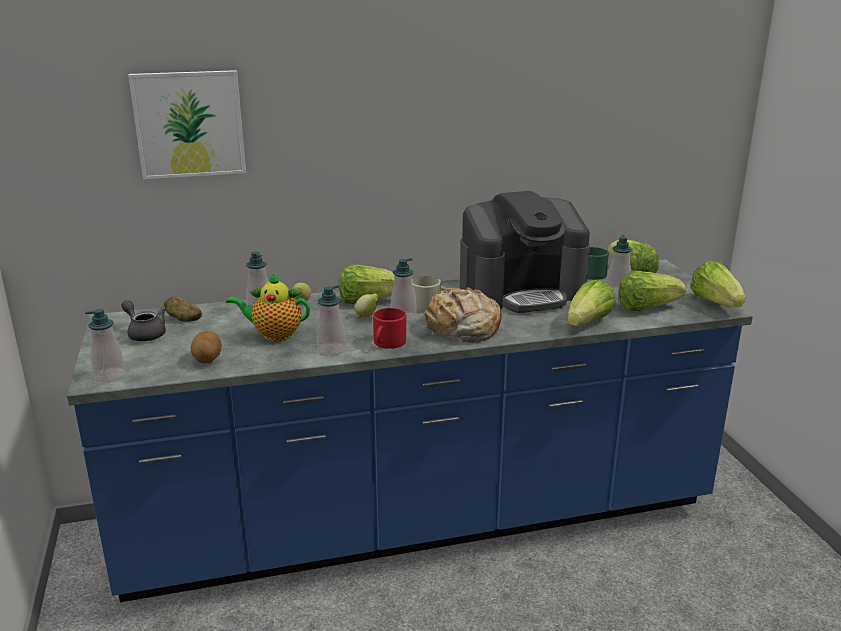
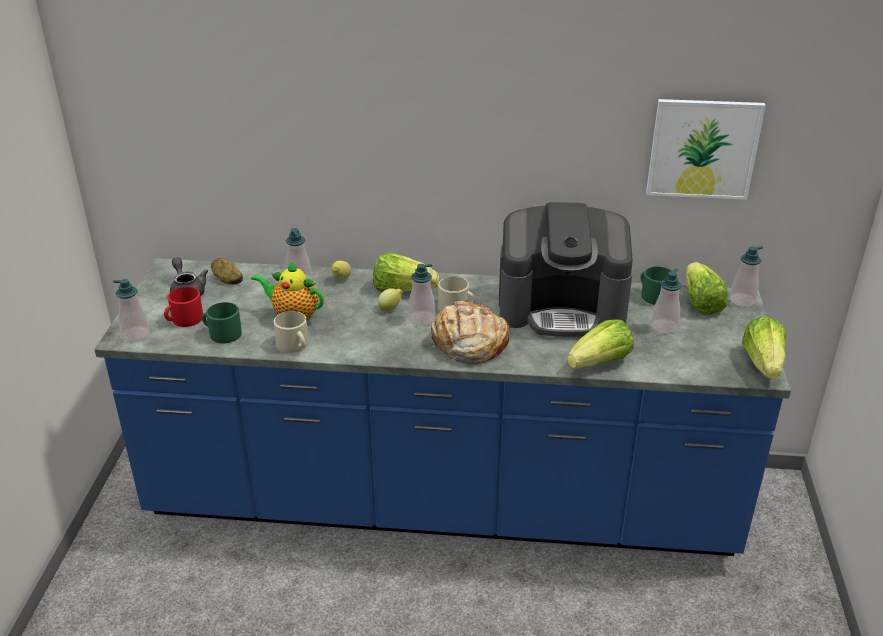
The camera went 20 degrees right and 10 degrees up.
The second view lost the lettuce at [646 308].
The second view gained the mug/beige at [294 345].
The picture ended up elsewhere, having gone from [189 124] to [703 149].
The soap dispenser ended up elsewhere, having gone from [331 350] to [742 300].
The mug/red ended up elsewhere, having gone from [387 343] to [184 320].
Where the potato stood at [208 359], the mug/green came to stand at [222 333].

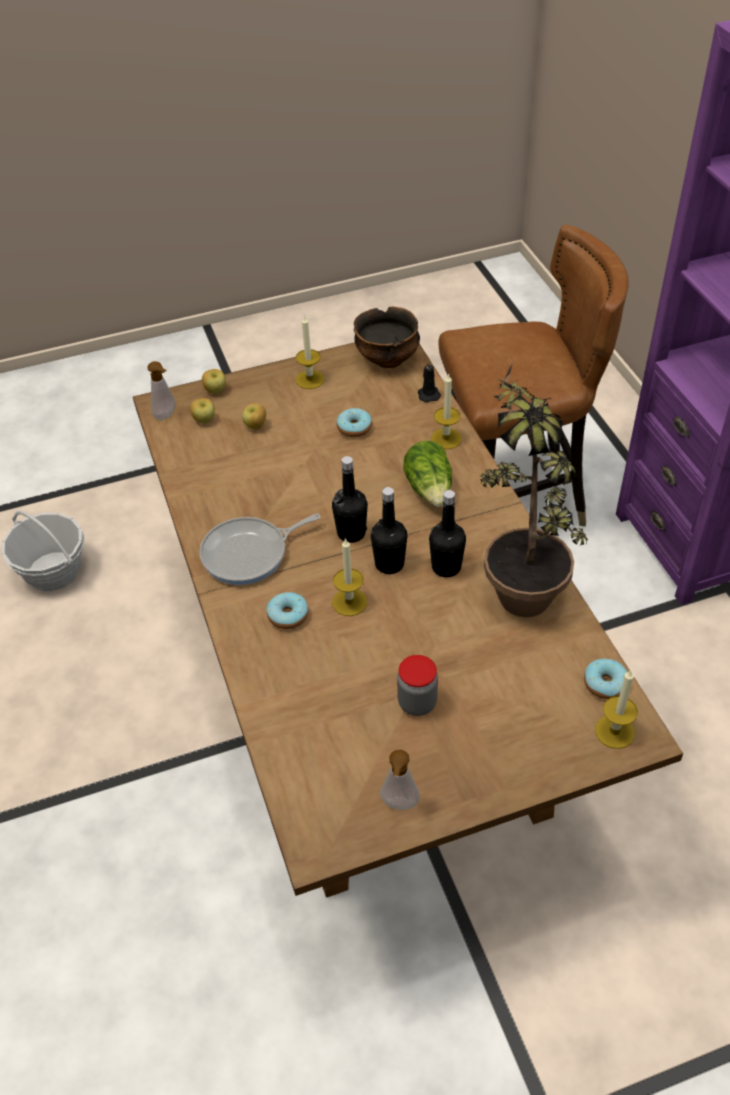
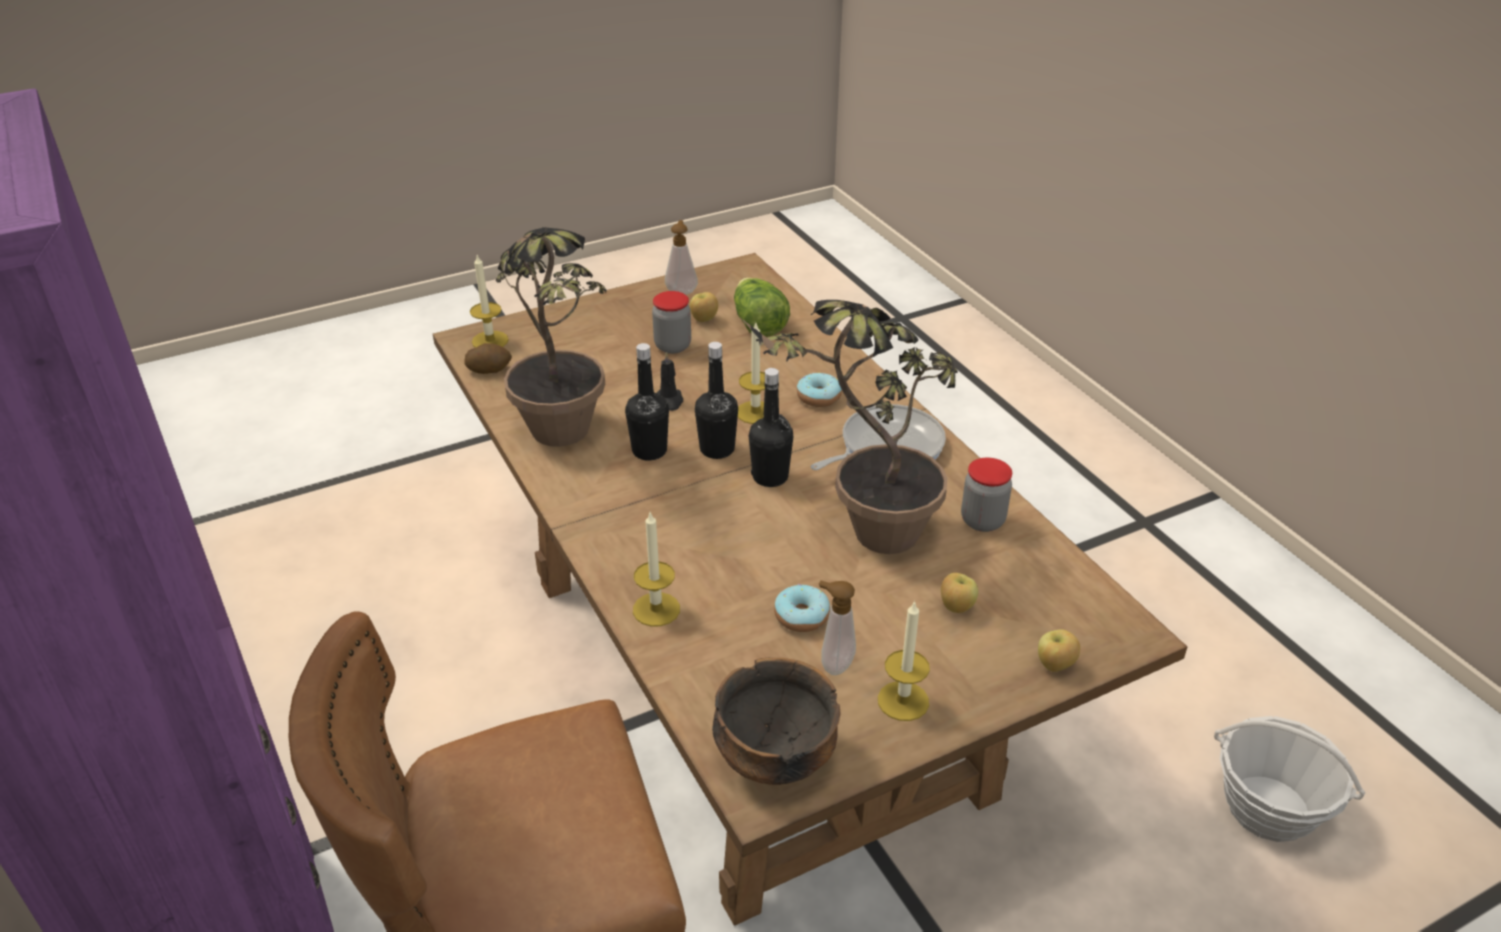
The camera went 170 degrees right and 10 degrees down.
The second view gained the potted plant at [862 536].
The second view gained the jar at [982 521].
The soap dispenser ended up elsewhere, having gone from [167 416] to [834 664].
The apple ended up elsewhere, having gone from [204 420] to [704 319].
The lettuce ended up elsewhere, having gone from [430 489] to [758 323].
The candle/black ended up elsewhere, having gone from [428 394] to [669 401].
Where the donut stood at [605 684], the potato came to stand at [489 369].

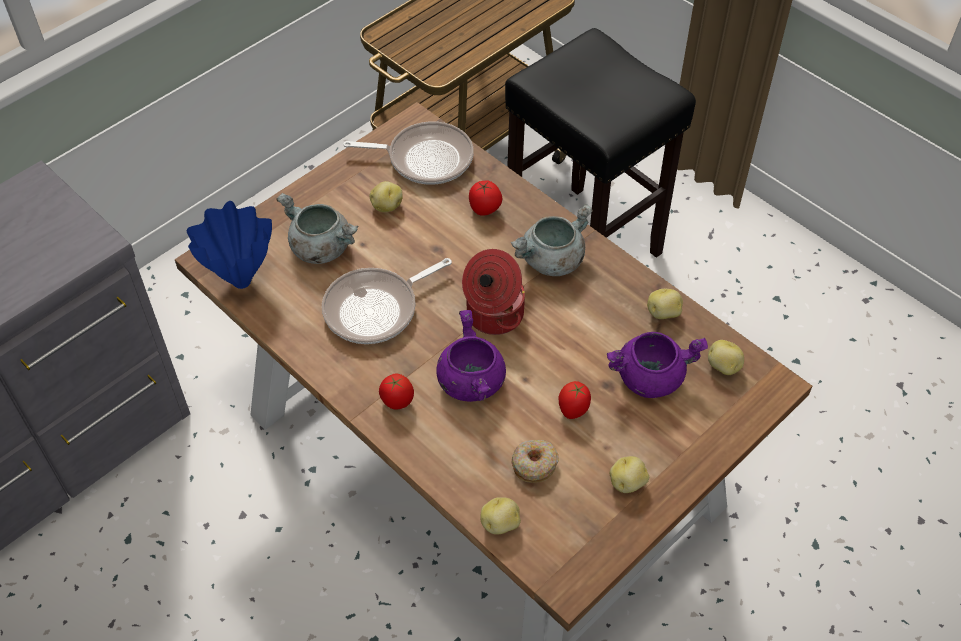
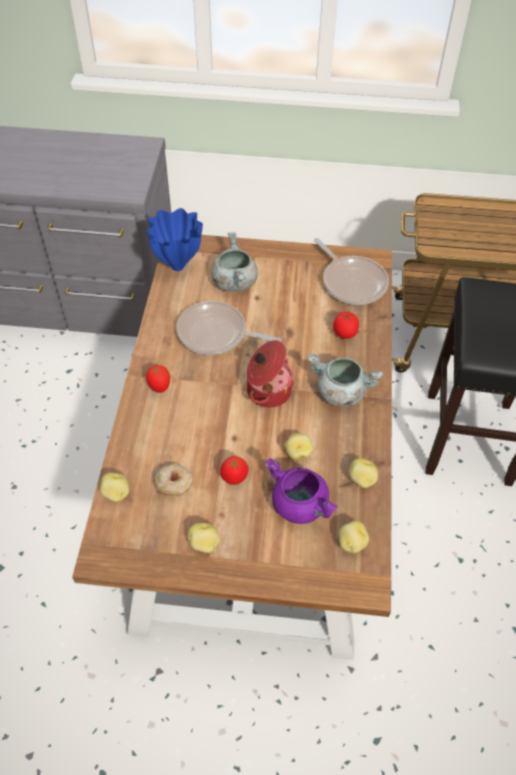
The camera went 50 degrees right and 0 degrees up.
The second view lost the cooking pot/purple at [470 382].
The potato ended up elsewhere, having gone from [386 206] to [298 452].

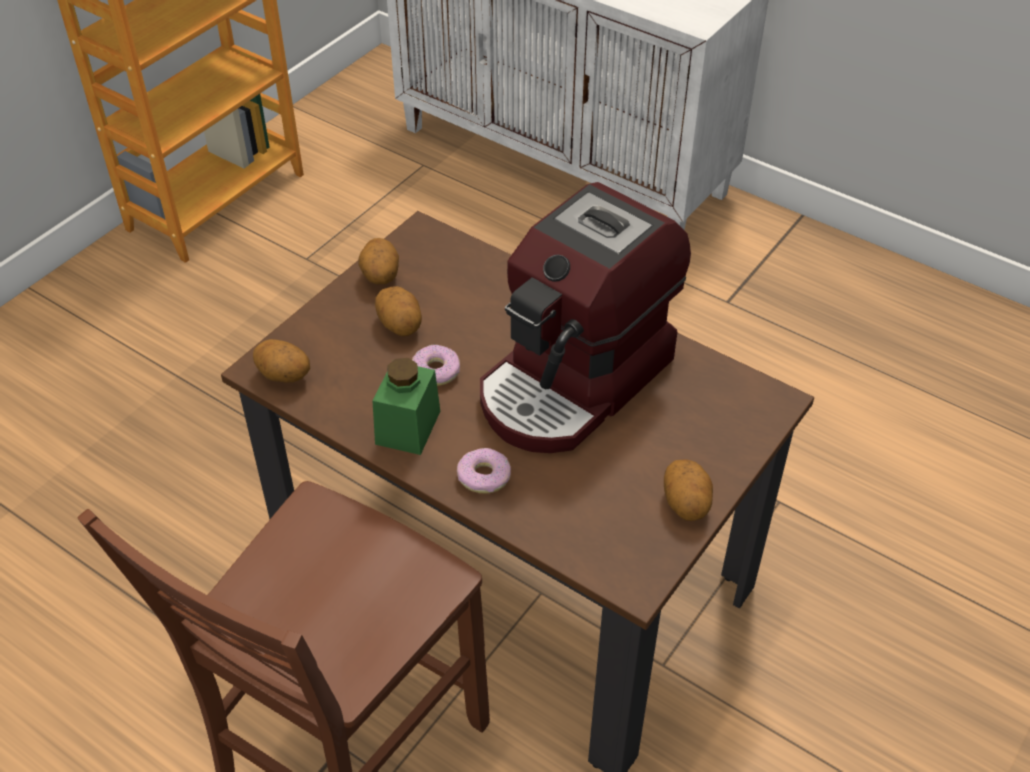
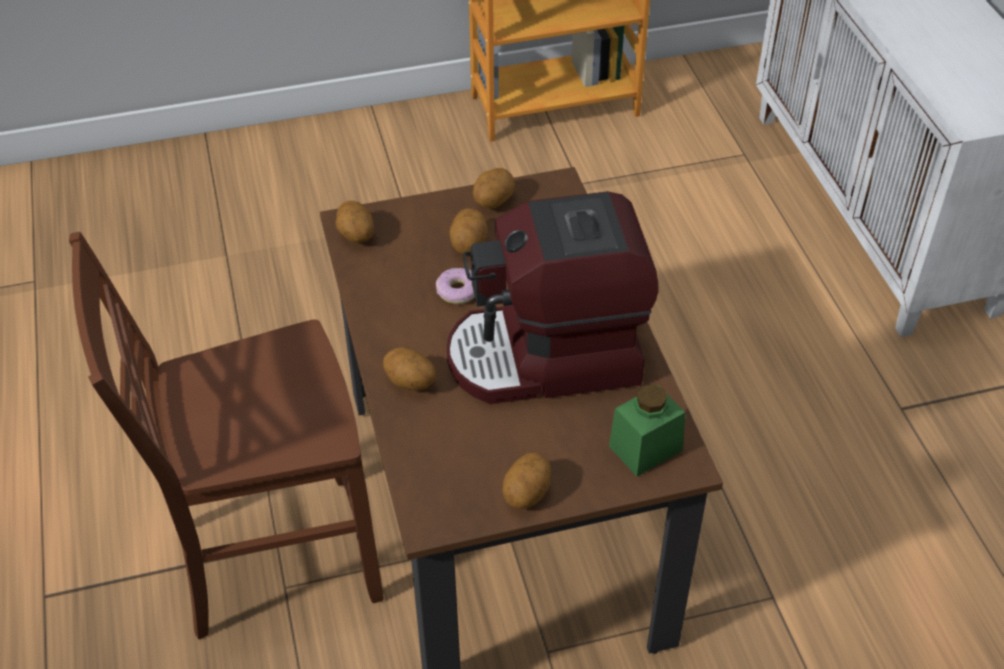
The camera went 40 degrees right and 0 degrees up.
The jar/green ended up elsewhere, having gone from [408 427] to [645 448].
Where the donut stood at [484 476], the potato came to stand at [409 383].

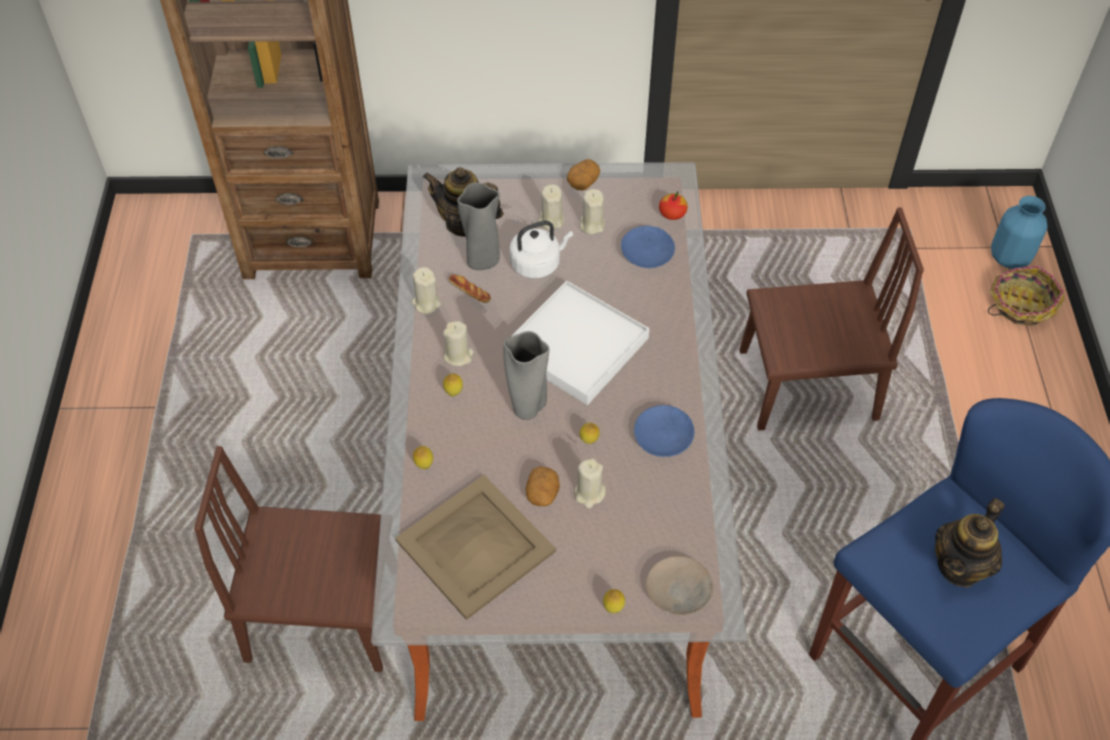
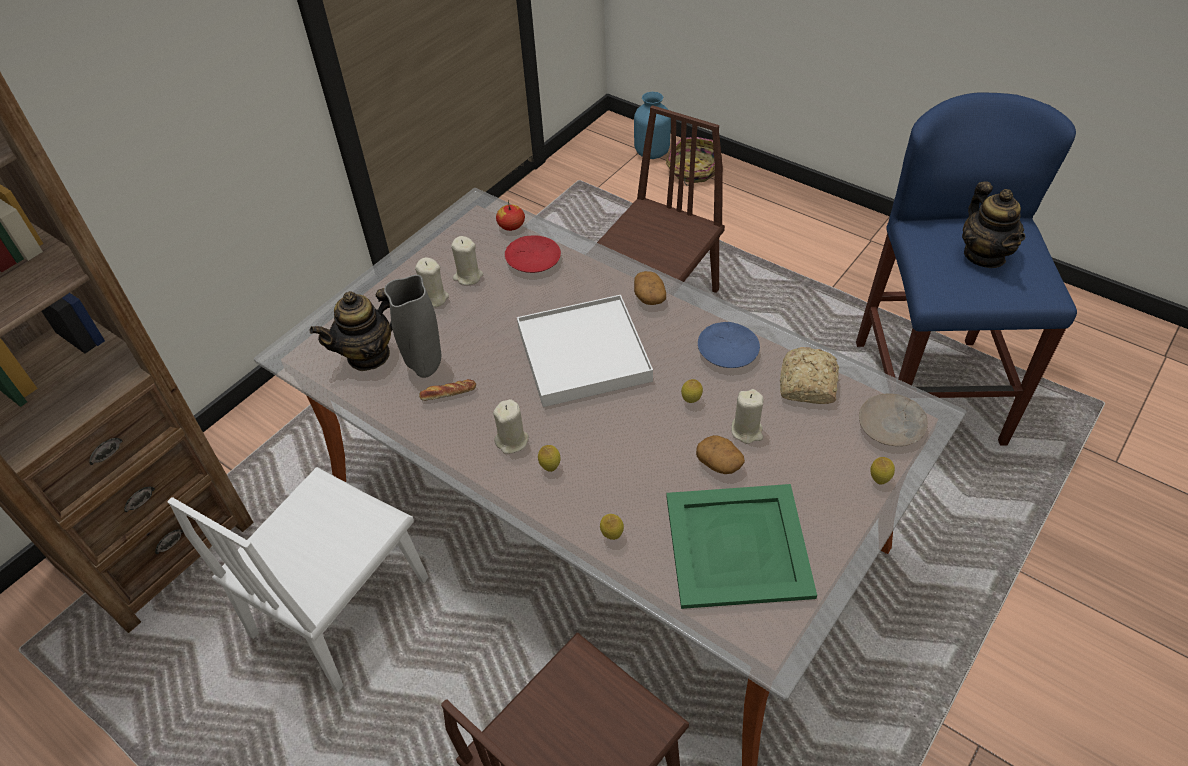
The camera went 50 degrees left and 5 degrees down.
The second view lost the candle/beige at [426 303].
The second view lost the vase/grey at [527 407].
The second view lost the kettle/white at [538 263].
The second view gained the chair/white at [341 606].
The second view gained the bread at [806 386].
The potato ended up elsewhere, having gone from [583 181] to [649 296].
What was the tray/beige at [474 546] turned into the tray/green at [736 546].
What was the plate/blue at [647 251] turned into the plate/red at [533 259].

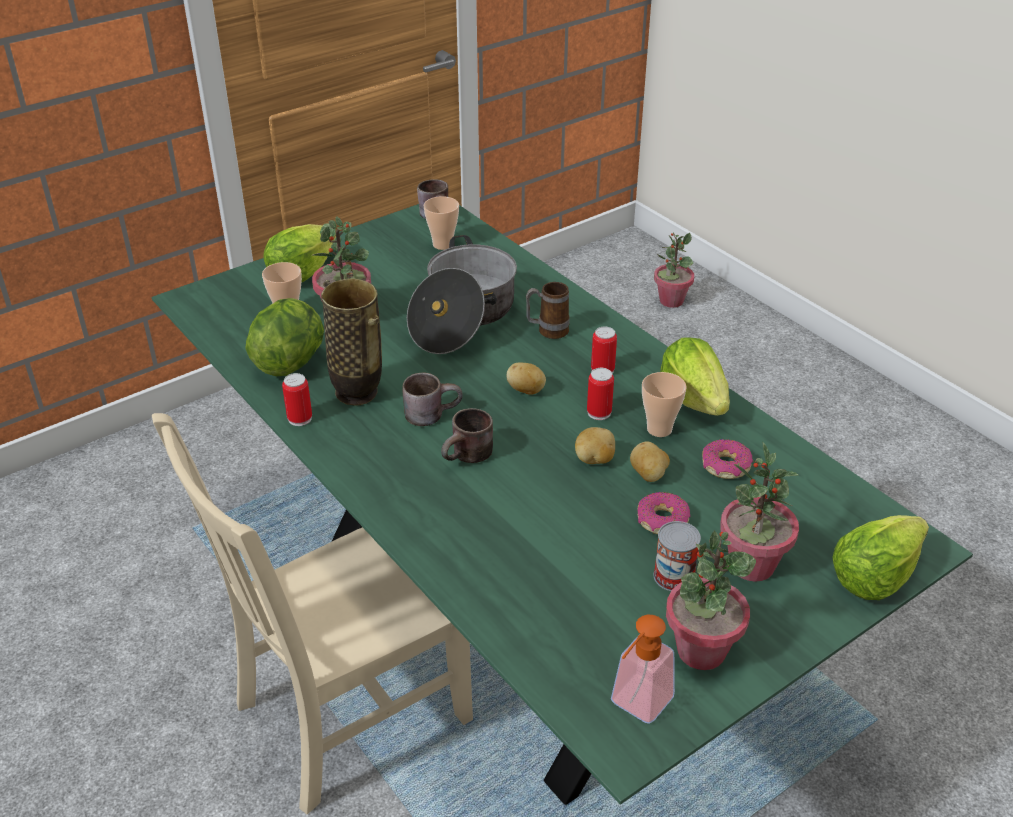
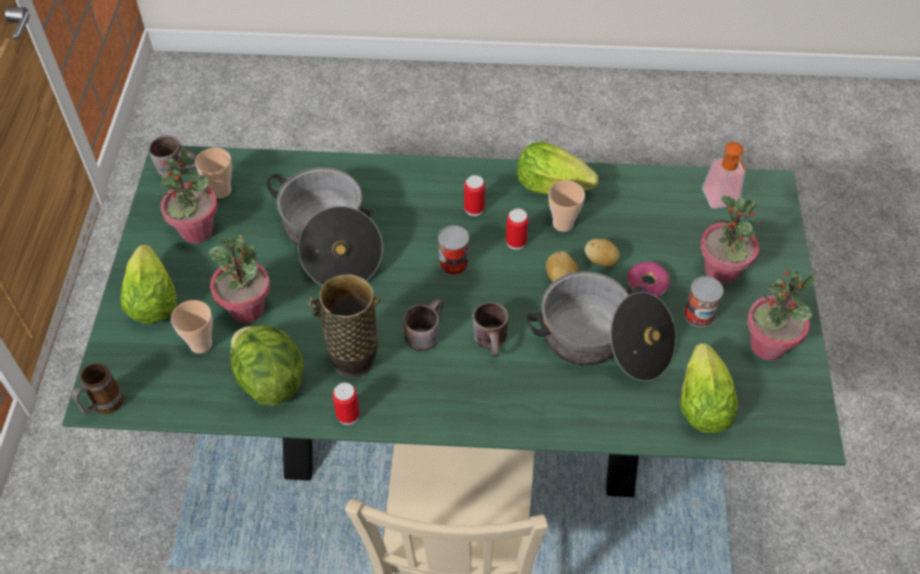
The camera went 50 degrees left and 15 degrees up.
The second view lost the donut at [725 466].
The second view gained the cooking pot at [602 342].
The mug ended up elsewhere, having gone from [547 331] to [103 406].
The soap dispenser ended up elsewhere, having gone from [636 706] to [722 202].
The potted plant ended up elsewhere, having gone from [671 301] to [196 231].
The lettuce ended up elsewhere, having gone from [873 577] to [702 405].
Where the potato stood at [526 391], the can came to stand at [453 263].

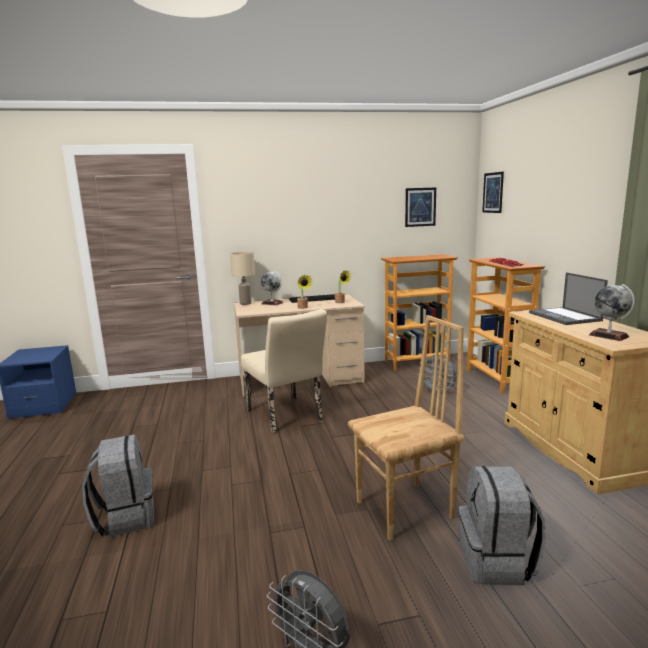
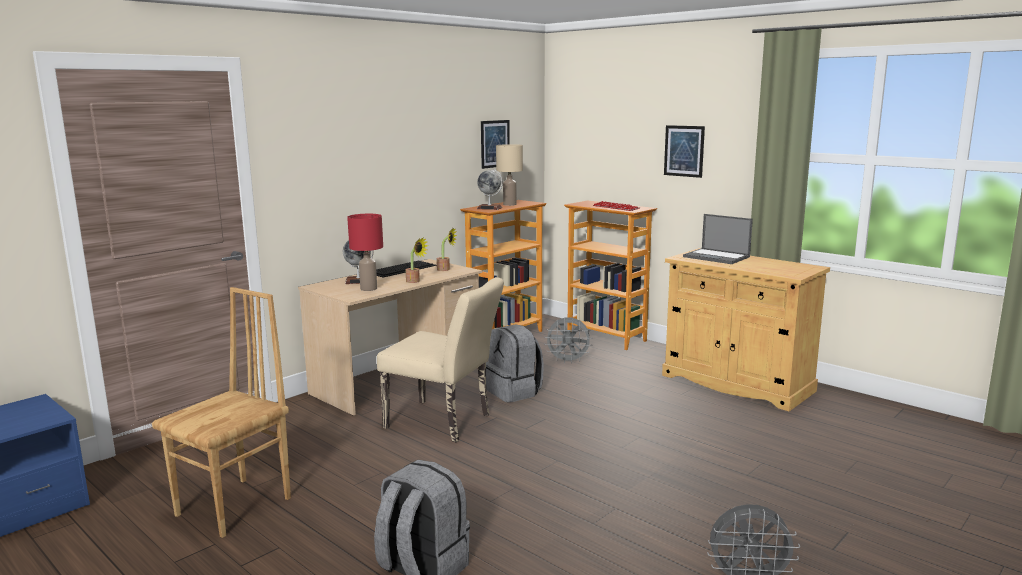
The camera went 35 degrees left and 0 degrees up.
The second view gained the table lamp/red at [369 289].
The table lamp/beige ended up elsewhere, having gone from [245 303] to [509 204].
The chair/brown ended up elsewhere, having gone from [406 510] to [236 507].
The backpack/grey ended up elsewhere, having gone from [497 561] to [514 392].
The picture ended up elsewhere, having gone from [493 192] to [684 151].
The globe ended up elsewhere, having gone from [608 336] to [489 208].

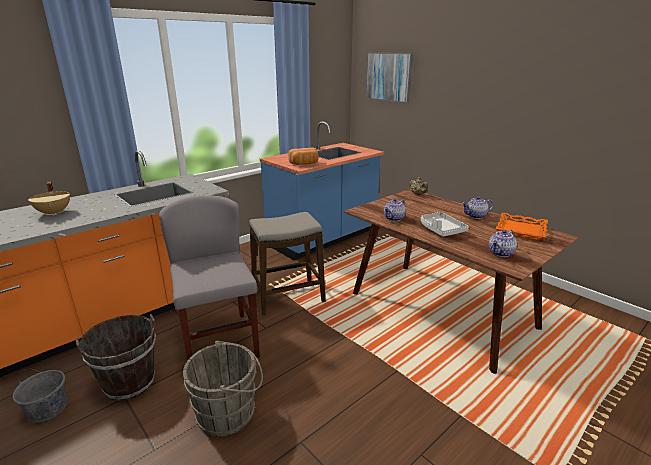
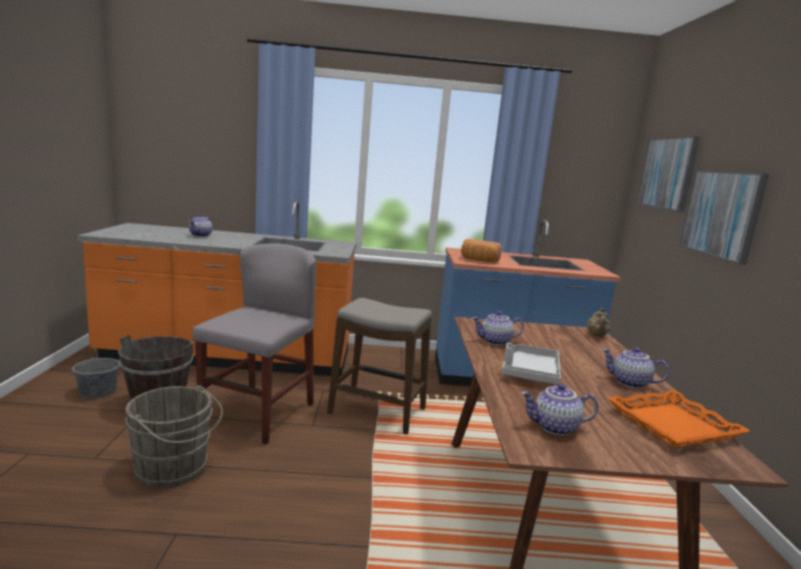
The camera went 40 degrees right and 10 degrees down.
The second view gained the picture at [722 214].
Where the cooking pot/beige stood at [55 213], the teapot came to stand at [201 235].

